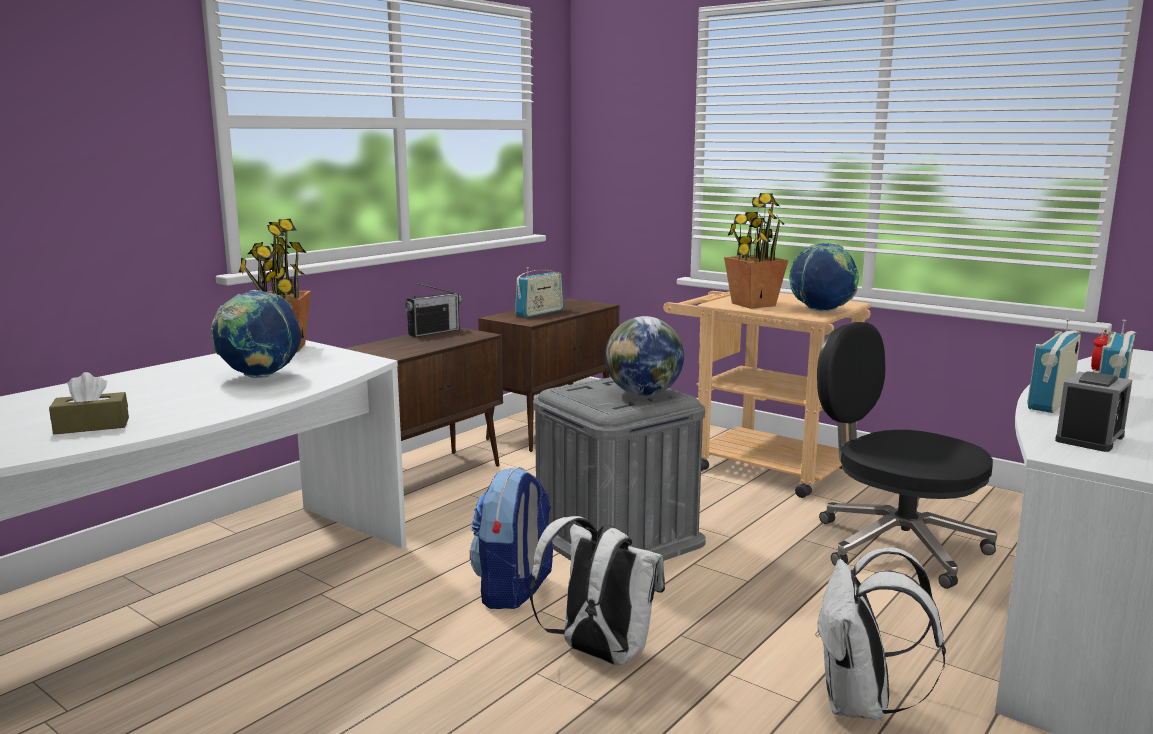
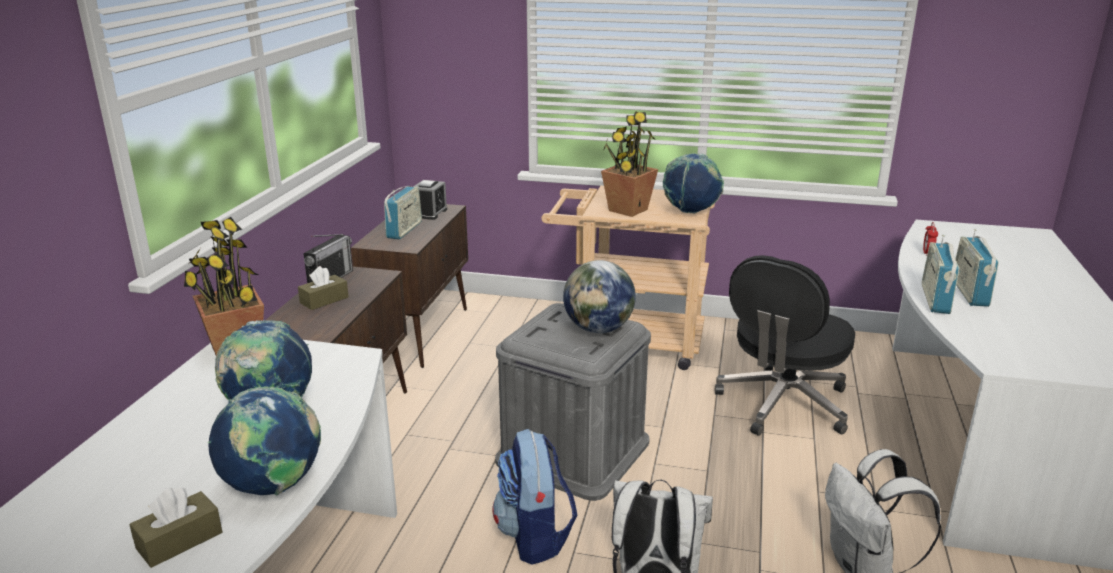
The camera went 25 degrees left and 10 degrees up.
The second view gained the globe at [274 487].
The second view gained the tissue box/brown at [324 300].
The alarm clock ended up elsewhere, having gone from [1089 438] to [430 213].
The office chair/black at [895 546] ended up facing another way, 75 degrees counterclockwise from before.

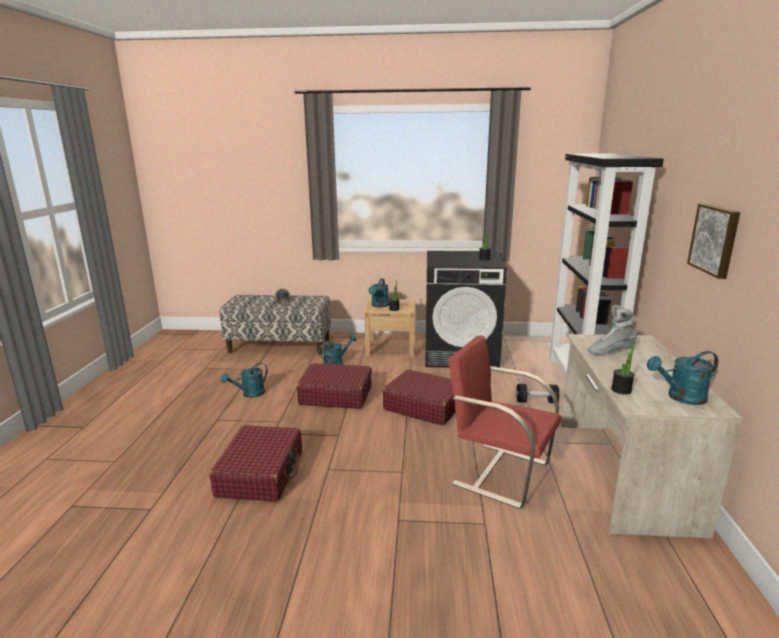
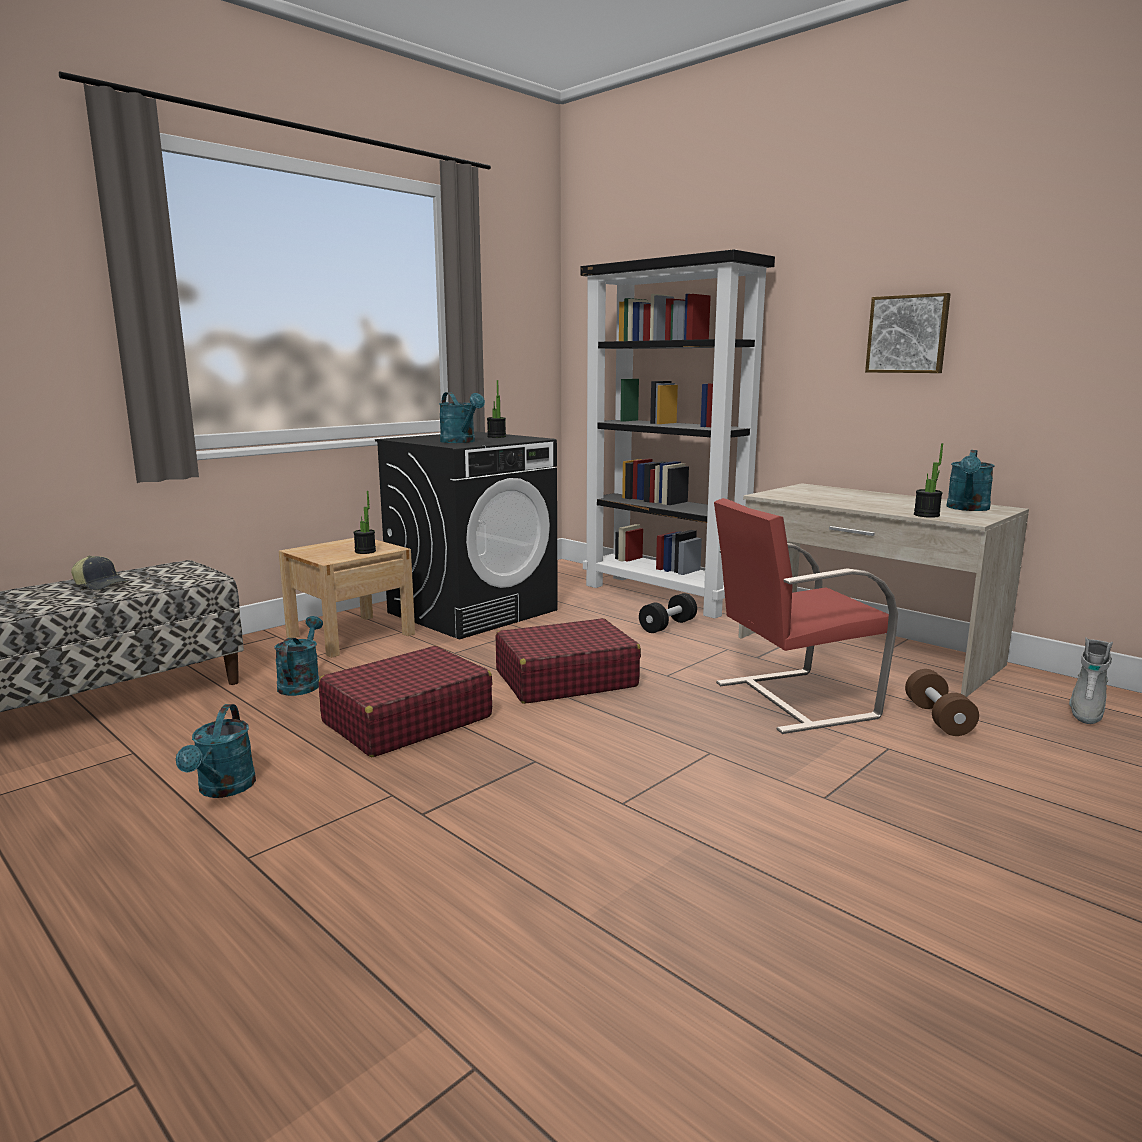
The camera went 50 degrees left and 5 degrees down.
The second view lost the suitcase/red at [261 473].
The second view gained the dumbbell/brown at [938 718].
The watering can/turquoise ended up elsewhere, having gone from [379 305] to [461 442].
The boot/grey ended up elsewhere, having gone from [610 352] to [1085 711].

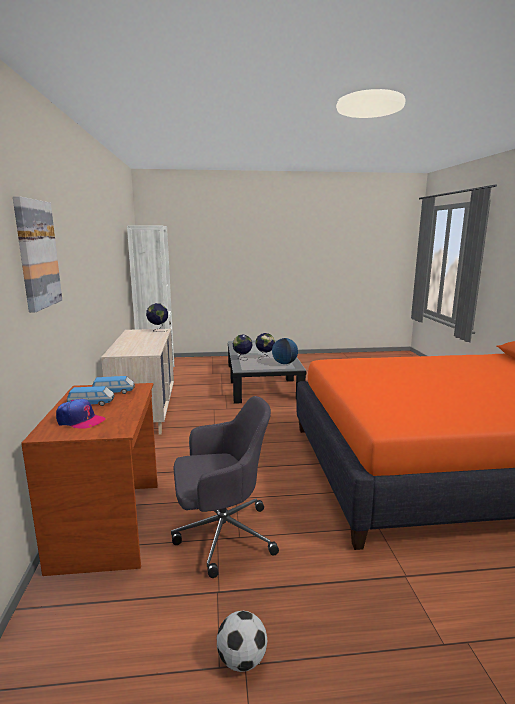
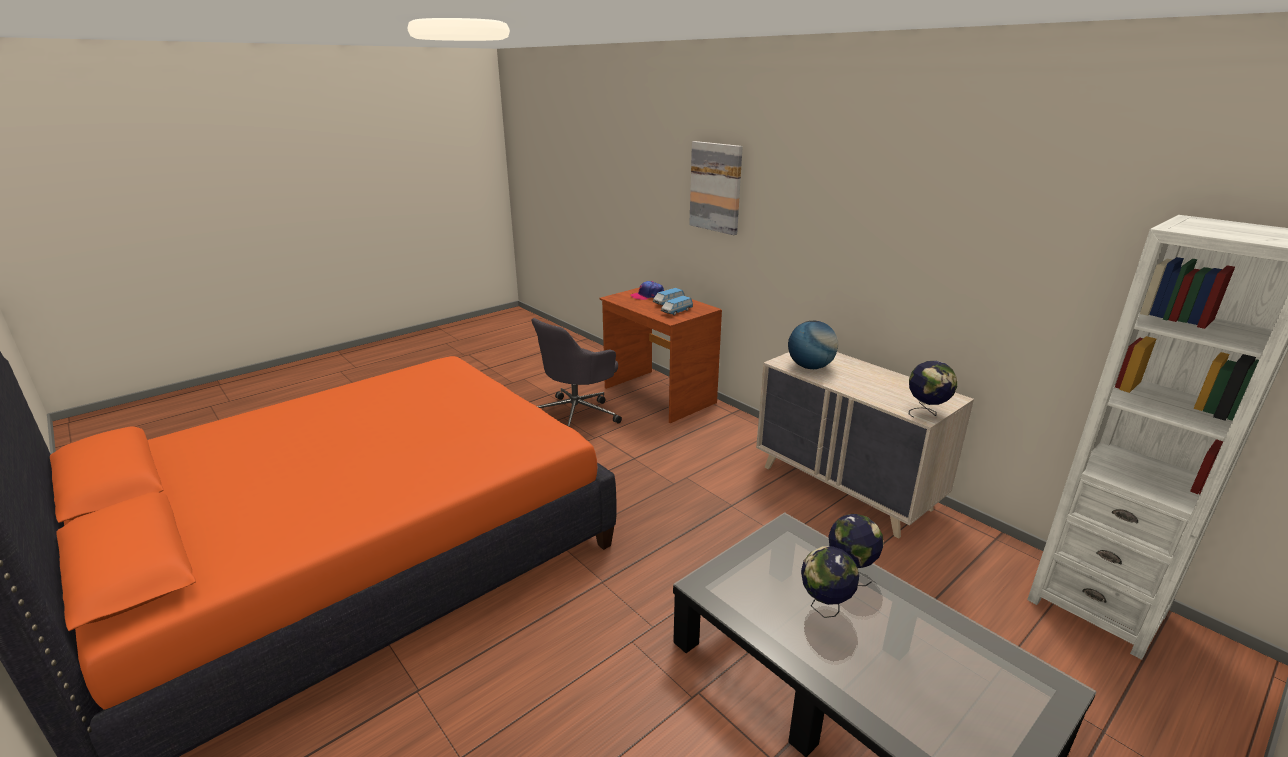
The camera went 145 degrees right and 10 degrees up.
The second view lost the football at [242 660].
The globe ended up elsewhere, having gone from [284 363] to [810 367].

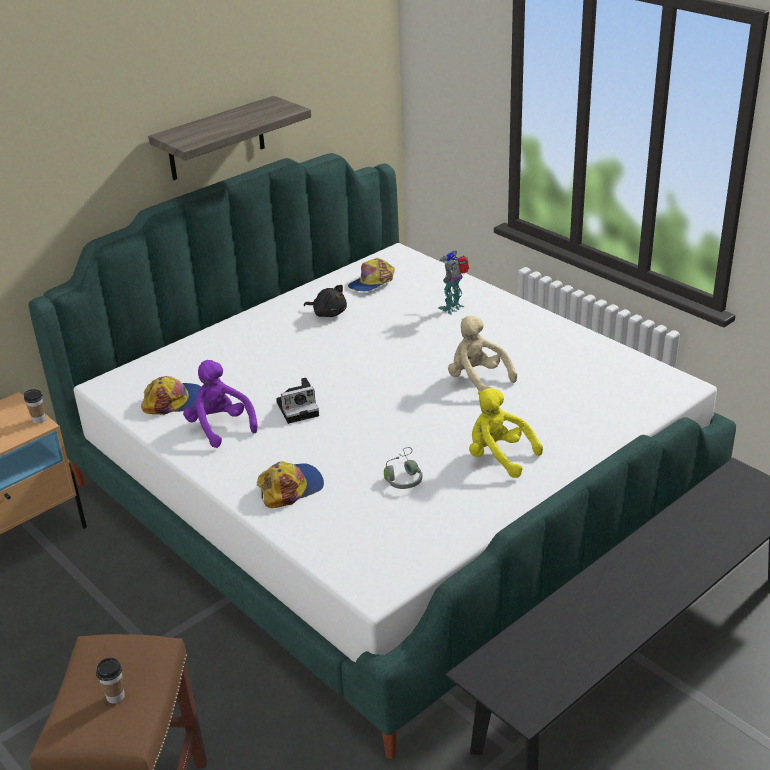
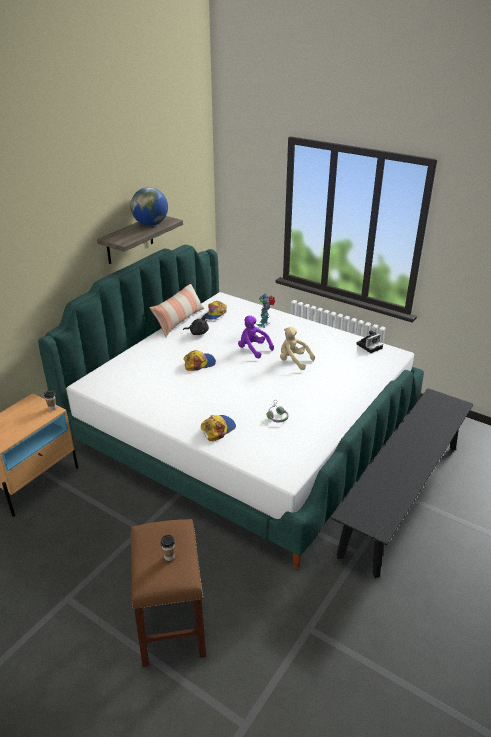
The camera went 15 degrees left and 0 degrees up.
The second view lost the plush toy/yellow at [498 457].
The second view gained the globe at [151 224].
The second view gained the pillow at [179 321].
The cap ended up elsewhere, having gone from [174 401] to [199 363].
The plush toy/purple ended up elsewhere, having gone from [220 427] to [253 349].
The photo camera ended up elsewhere, having gone from [299 408] to [369 345].

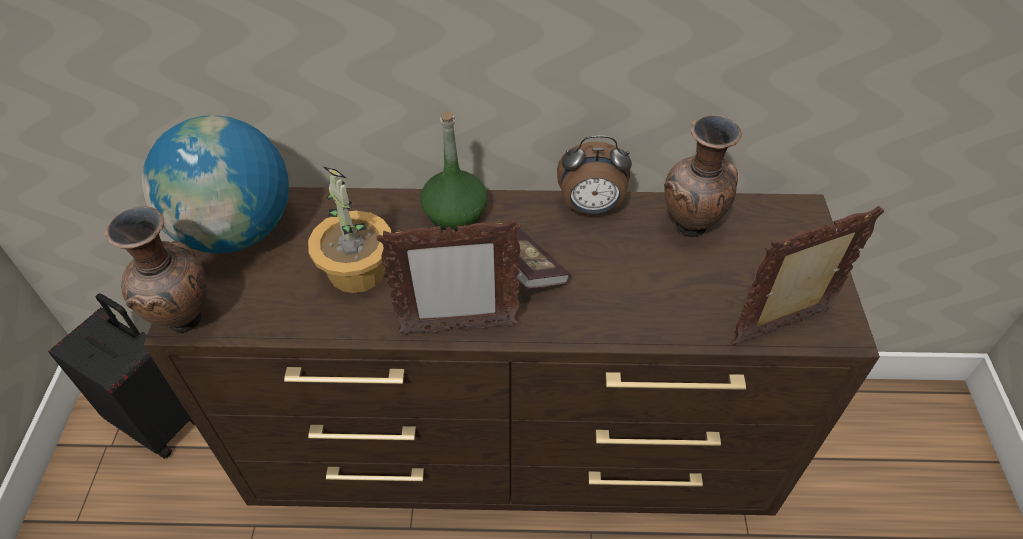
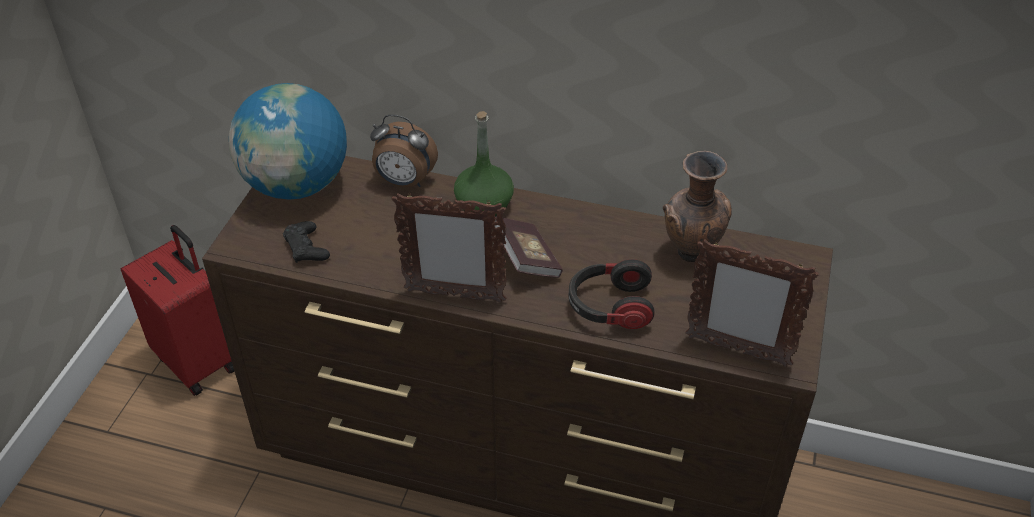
The camera went 15 degrees right and 5 degrees down.
The second view lost the vase/brown at [186 321].
The second view lost the potted plant at [356 271].
The second view gained the game controller/black at [306 248].
The second view gained the headphones at [609 307].
The alarm clock ended up elsewhere, having gone from [591 208] to [404 182].
What was the suitcase/black at [160 419] turned into the suitcase/red at [198 361].
The picture frame at [781 327] ended up facing another way, 150 degrees counterclockwise from before.

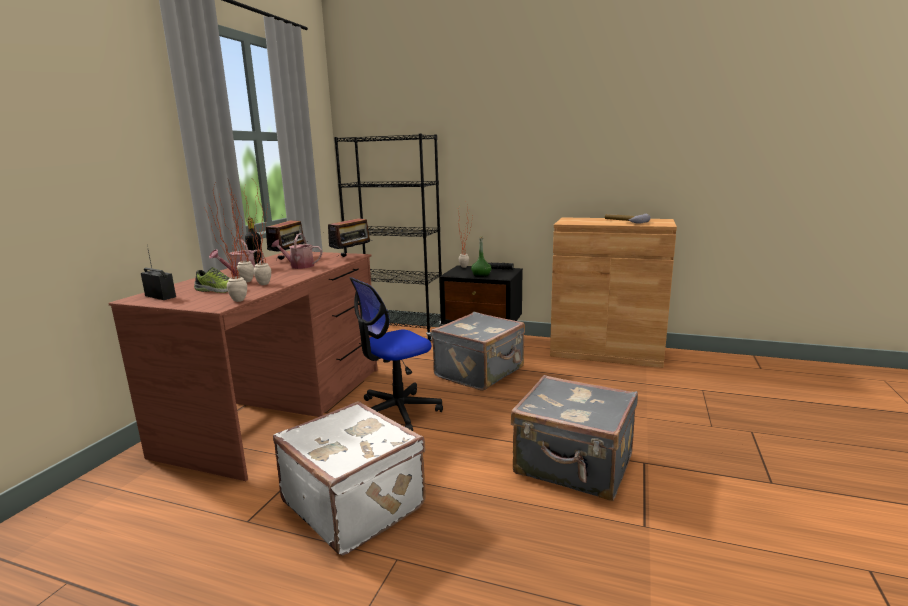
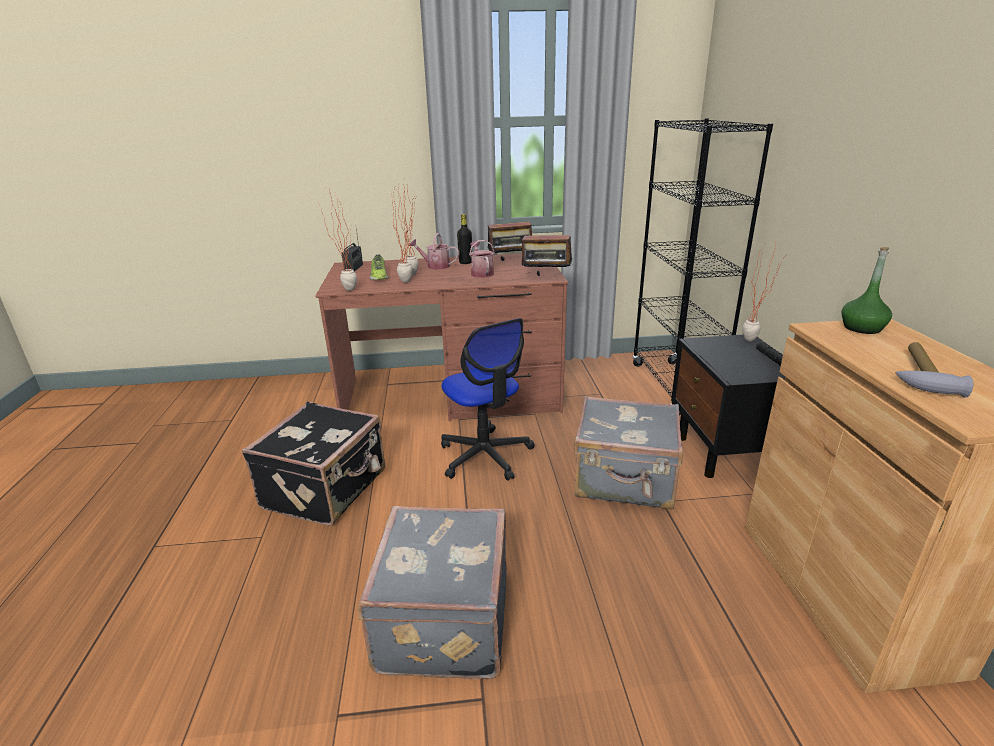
The camera went 65 degrees right and 10 degrees up.
The bottle/green ended up elsewhere, having gone from [481 275] to [862 328].
What was the suitcase/white at [355 503] turned into the suitcase/black at [327 489].
The office chair at [397 411] ended up facing another way, 150 degrees counterclockwise from before.

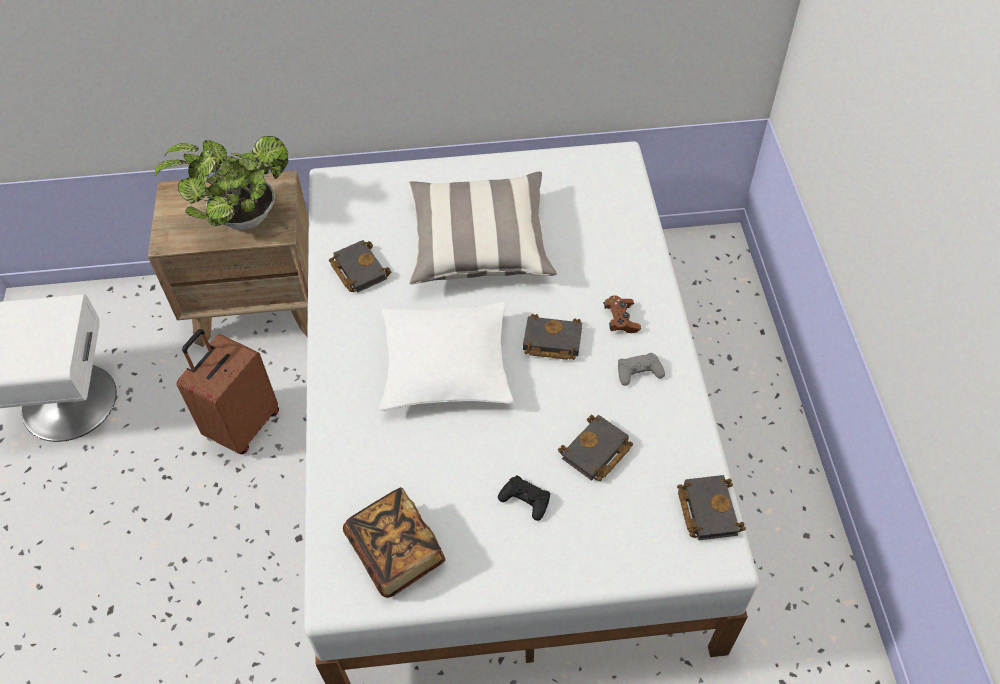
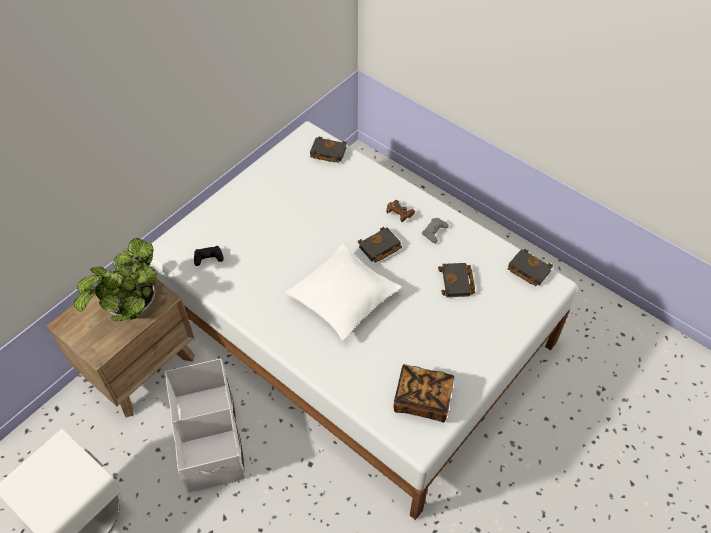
The camera went 45 degrees left and 0 degrees up.
The second view lost the pillow at [479 244].
The book/black ended up elsewhere, having gone from [357 269] to [327 152].
The game controller/black ended up elsewhere, having gone from [525 500] to [208 257].
Where the suitcase/brown stood at [242 425], the storage box/white came to stand at [210 436].

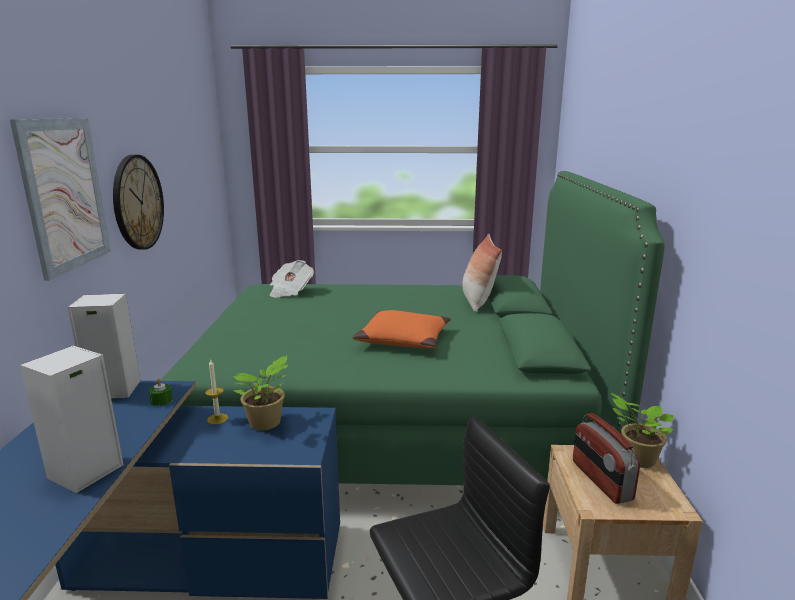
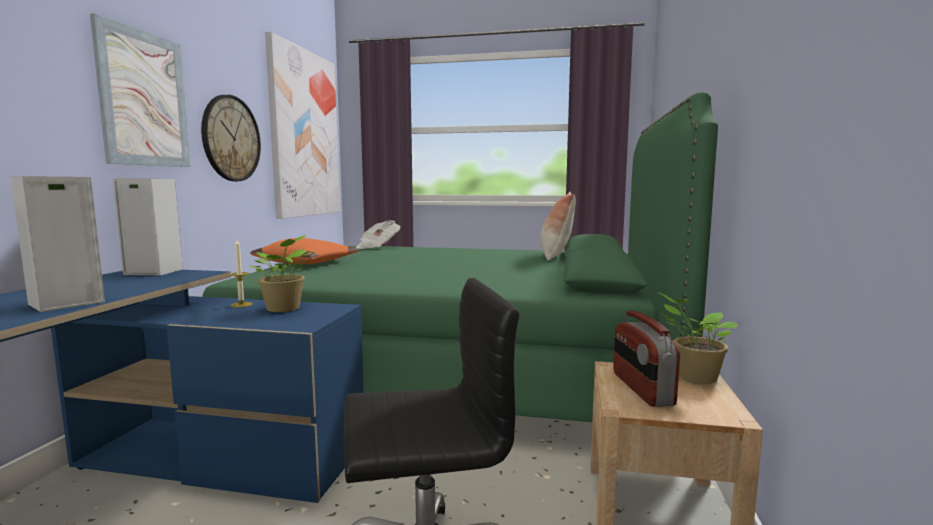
The camera went 10 degrees right and 10 degrees down.
The second view lost the candle/green at [161 400].
The second view gained the picture at [305 134].
The pillow/orange ended up elsewhere, having gone from [403 339] to [307 263].

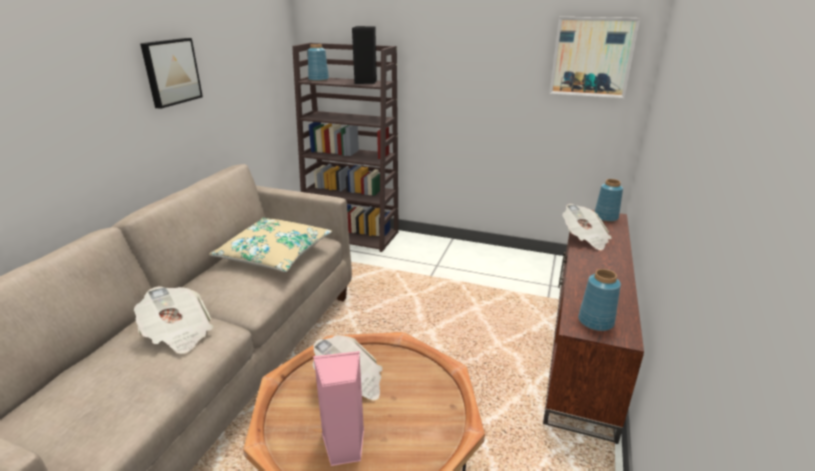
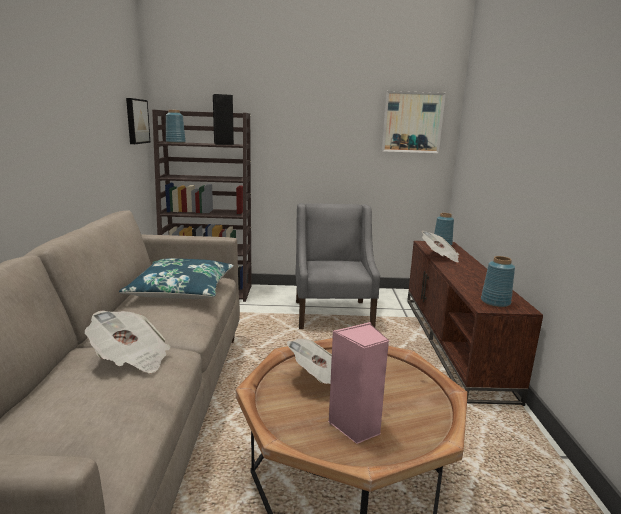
The camera went 20 degrees left and 10 degrees down.
The second view gained the armchair/grey at [333 314].
The picture ended up elsewhere, having gone from [171 72] to [136 121].
What was the pillow/beige at [274 254] turned into the pillow/blue at [182 290].

